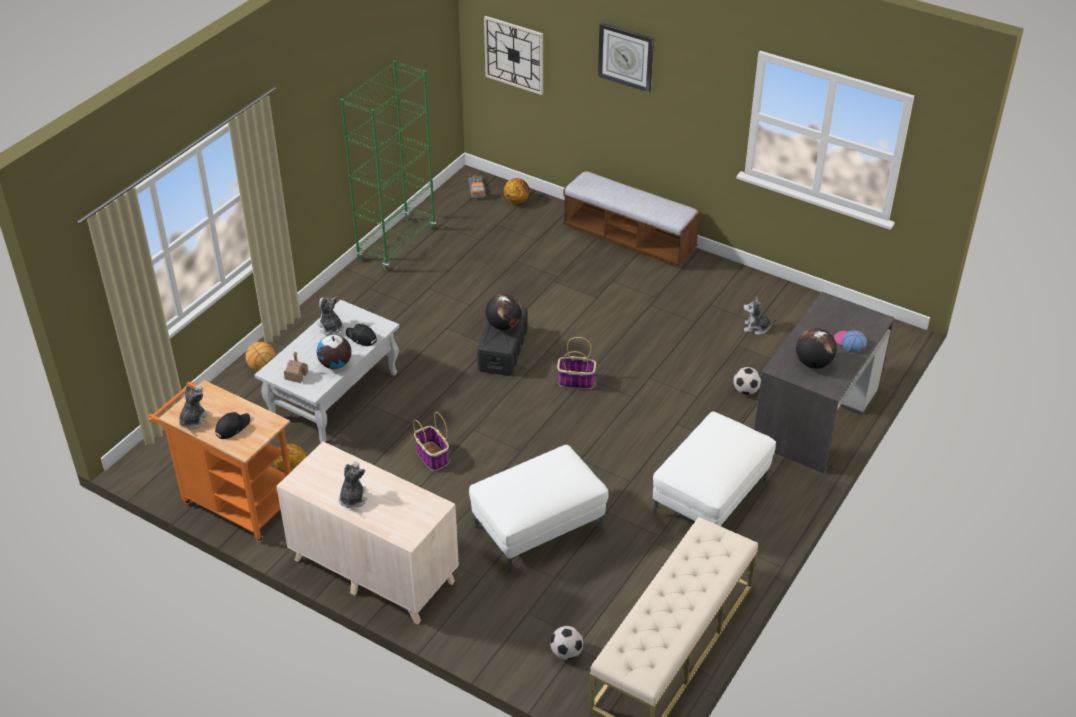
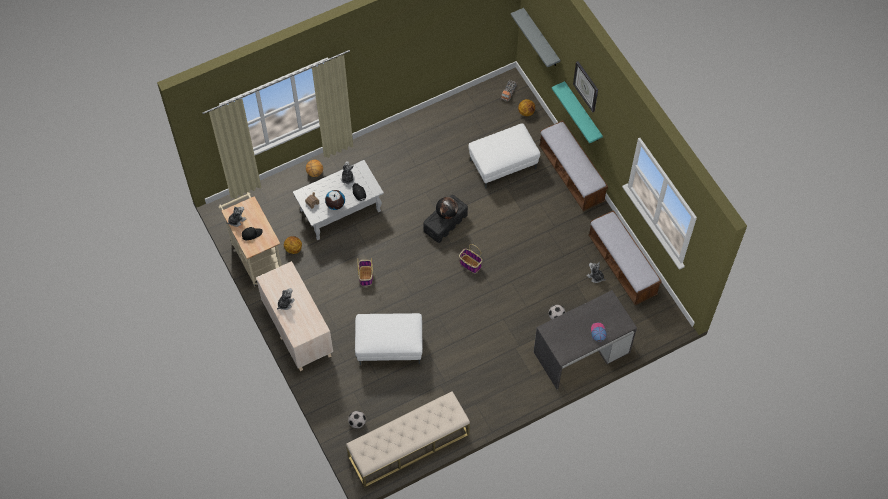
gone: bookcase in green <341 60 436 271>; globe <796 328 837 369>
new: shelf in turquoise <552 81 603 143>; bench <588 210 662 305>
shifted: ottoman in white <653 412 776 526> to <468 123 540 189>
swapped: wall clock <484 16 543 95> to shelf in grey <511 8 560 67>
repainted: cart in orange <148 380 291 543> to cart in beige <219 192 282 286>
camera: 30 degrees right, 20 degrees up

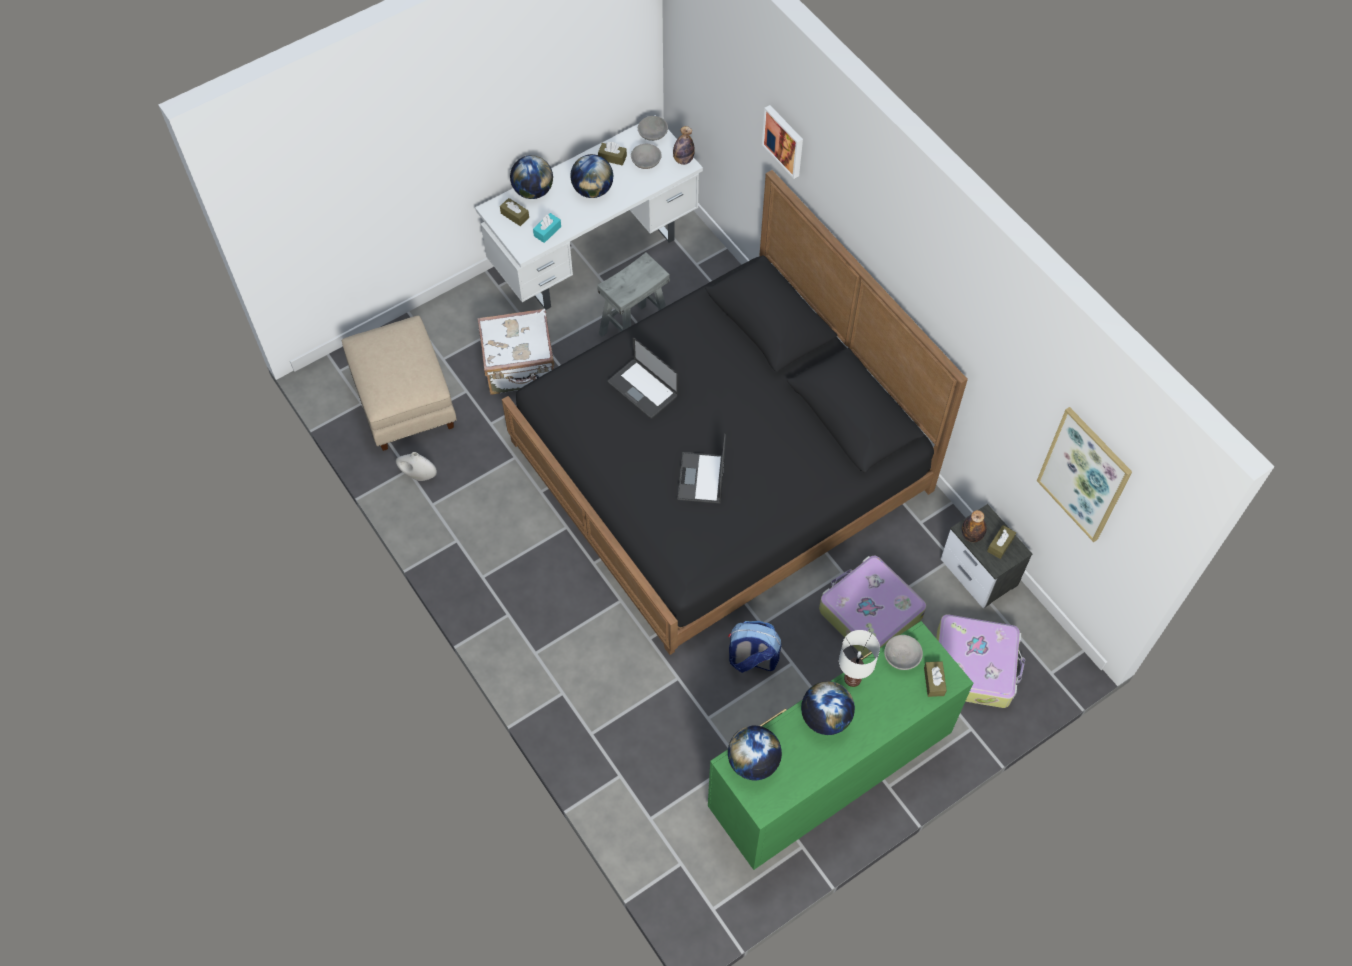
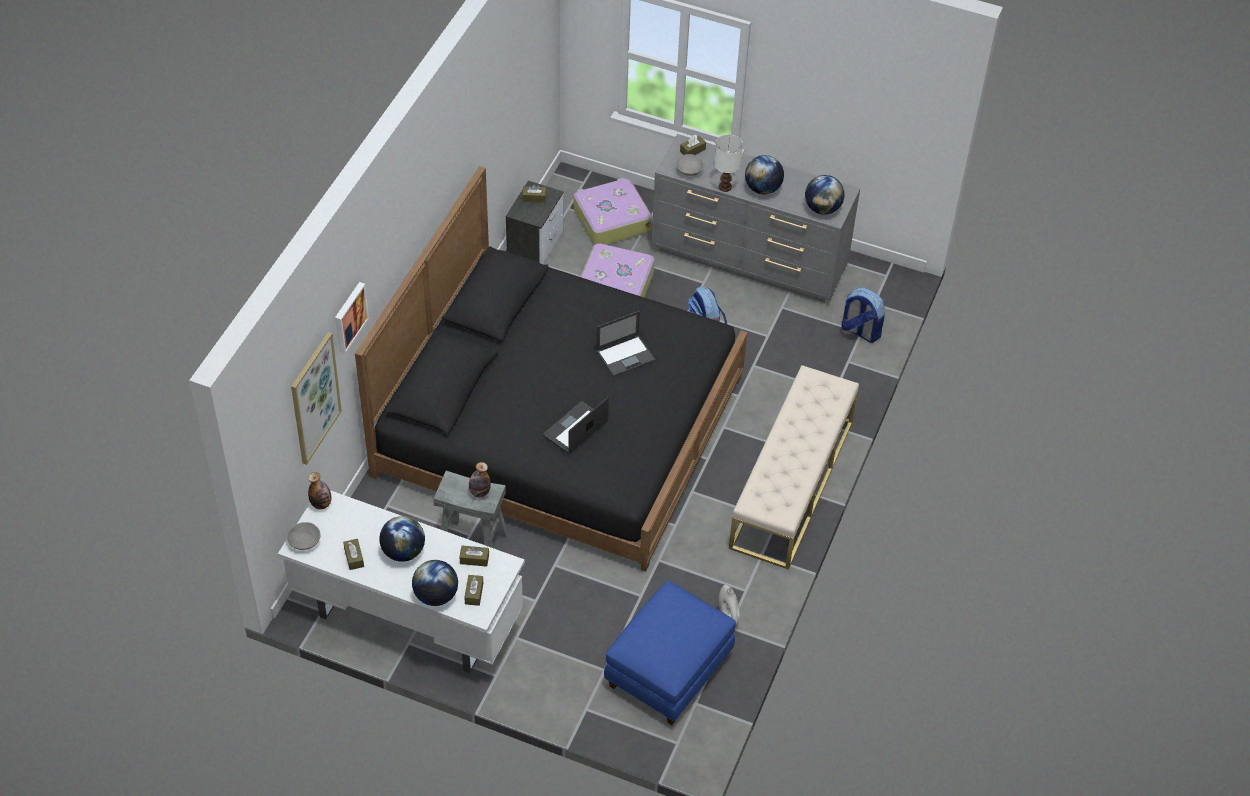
gone: bowl in grey <631 144 662 169>; suitcase in white <477 308 555 395>
new: backpack <841 287 885 343>; bench in beige <729 365 859 570>
shifted: picture <1037 407 1132 542> to <291 332 342 465>; bottle <962 510 987 542> to <469 462 491 498>
repainted: tissue box in turquoise <533 213 561 243> to tissue box in brown <459 546 489 567>; ottoman in beige <342 316 457 451> to ottoman in blue <604 581 736 725>; dresser in green <708 621 973 870> to dresser in grey <651 134 860 302>
rotated: laptop <608 337 679 419> = <543 397 609 454> 150 degrees counterclockwise
camera: 125 degrees left, 10 degrees down

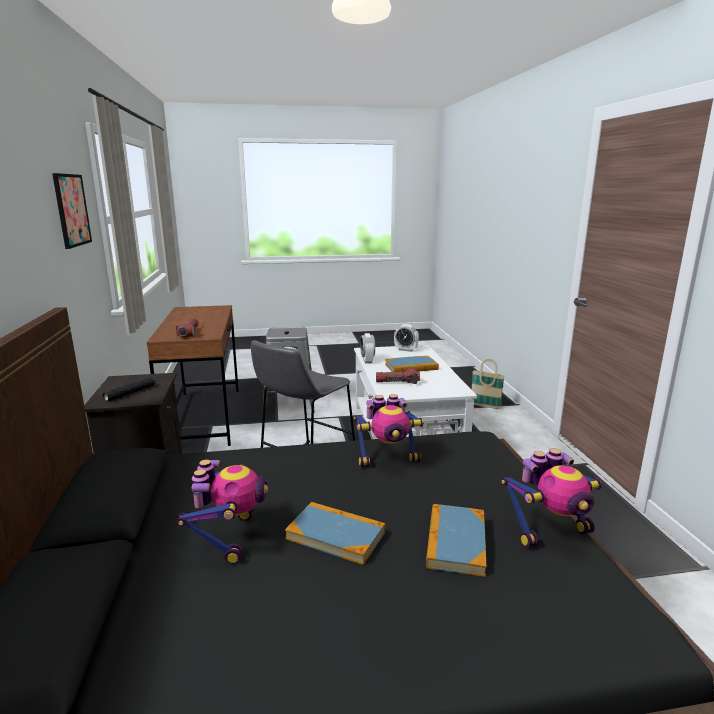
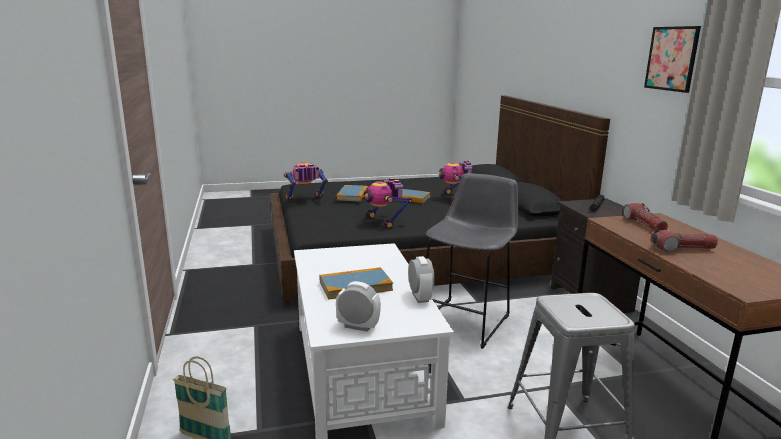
shifted: flashlight <376 368 420 384> to <650 229 718 252>
rotated: toy robot <354 394 424 467> = <364 178 412 229> 105 degrees counterclockwise
camera: 175 degrees right, 0 degrees up

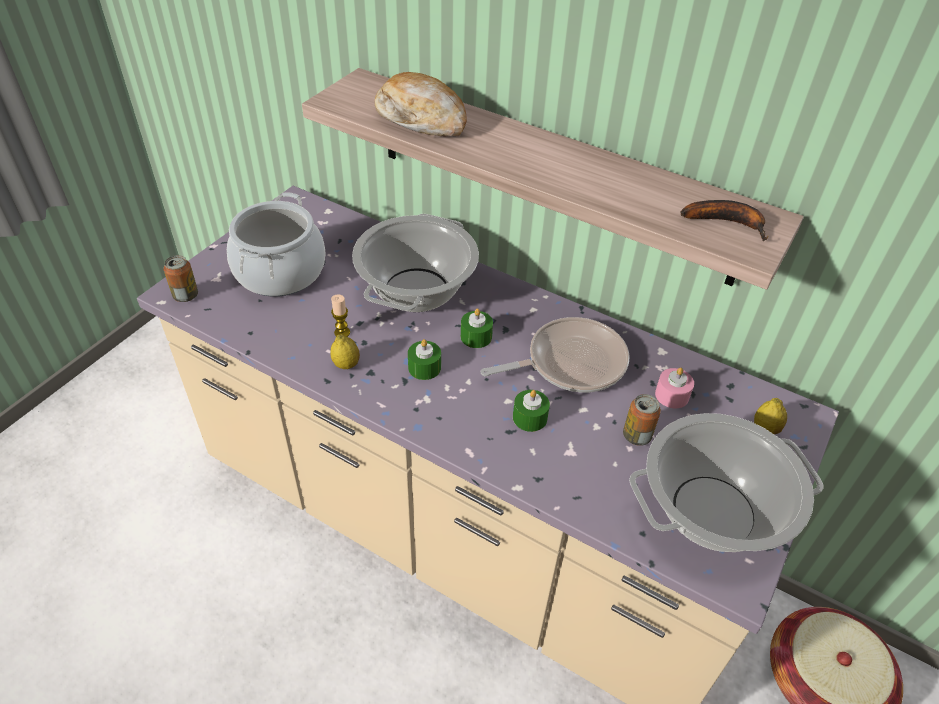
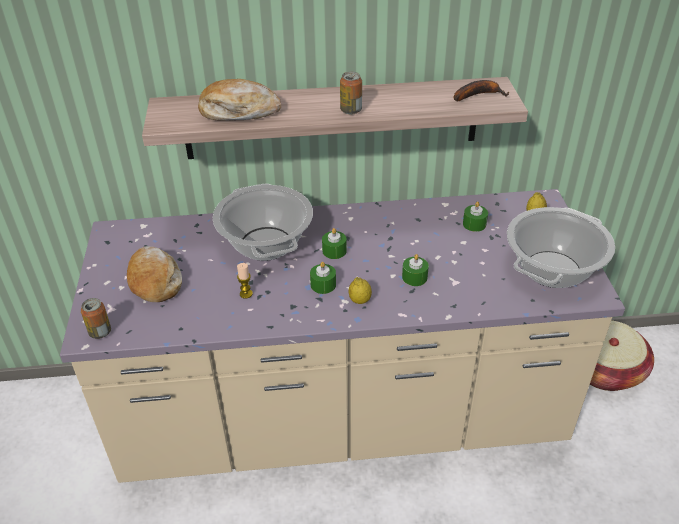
gone: frying pan <481 317 629 392>
shifted: lemon <330 334 360 369> to <348 277 372 304>; can <623 394 661 446> to <340 72 362 114>
swapped: cooking pot <227 192 326 297> to bread <127 246 182 302>
repainted: candle in pink <655 368 694 408> to candle in green <463 202 488 232>
camera: 35 degrees left, 5 degrees down

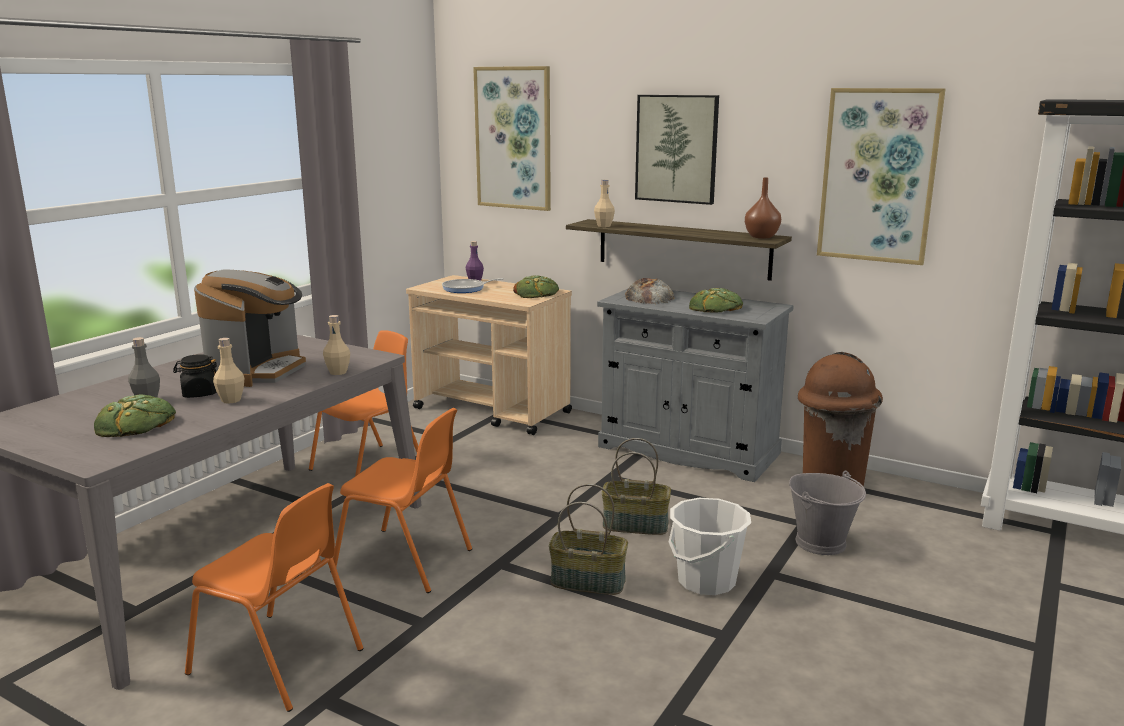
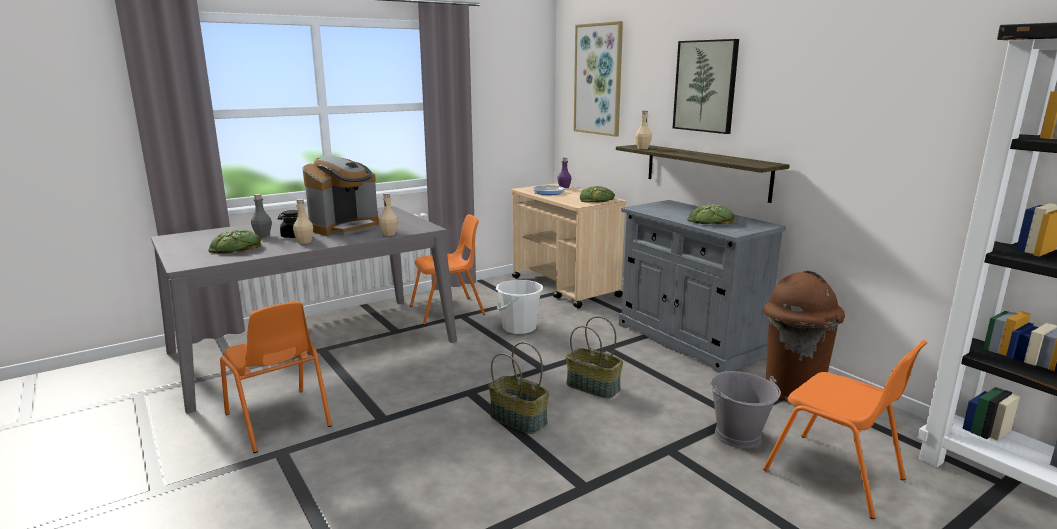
gone: picture <817 88 946 265>; vase in brown <745 177 781 239>; bread <625 278 675 304>
shifted: chair in orange <330 408 472 593> to <763 340 928 519>; bucket in white <669 498 751 595> to <496 280 543 334>
camera: 25 degrees right, 0 degrees up

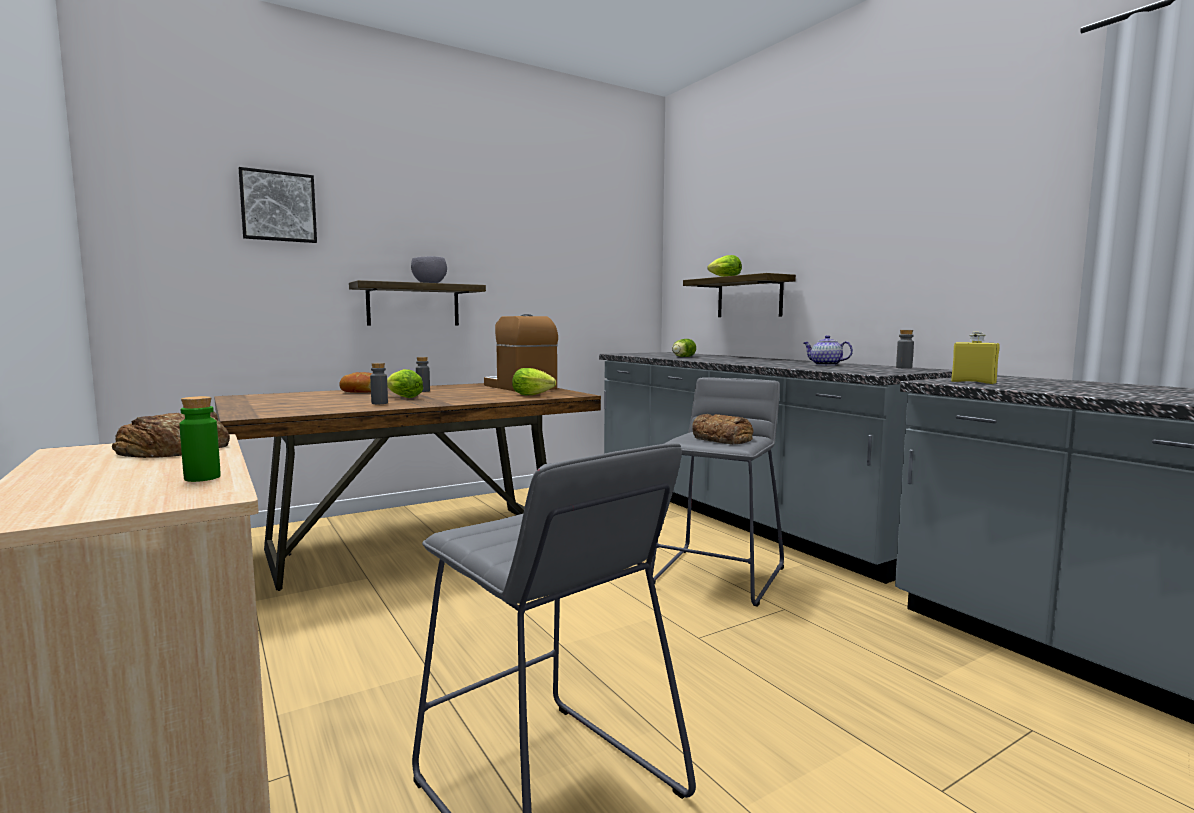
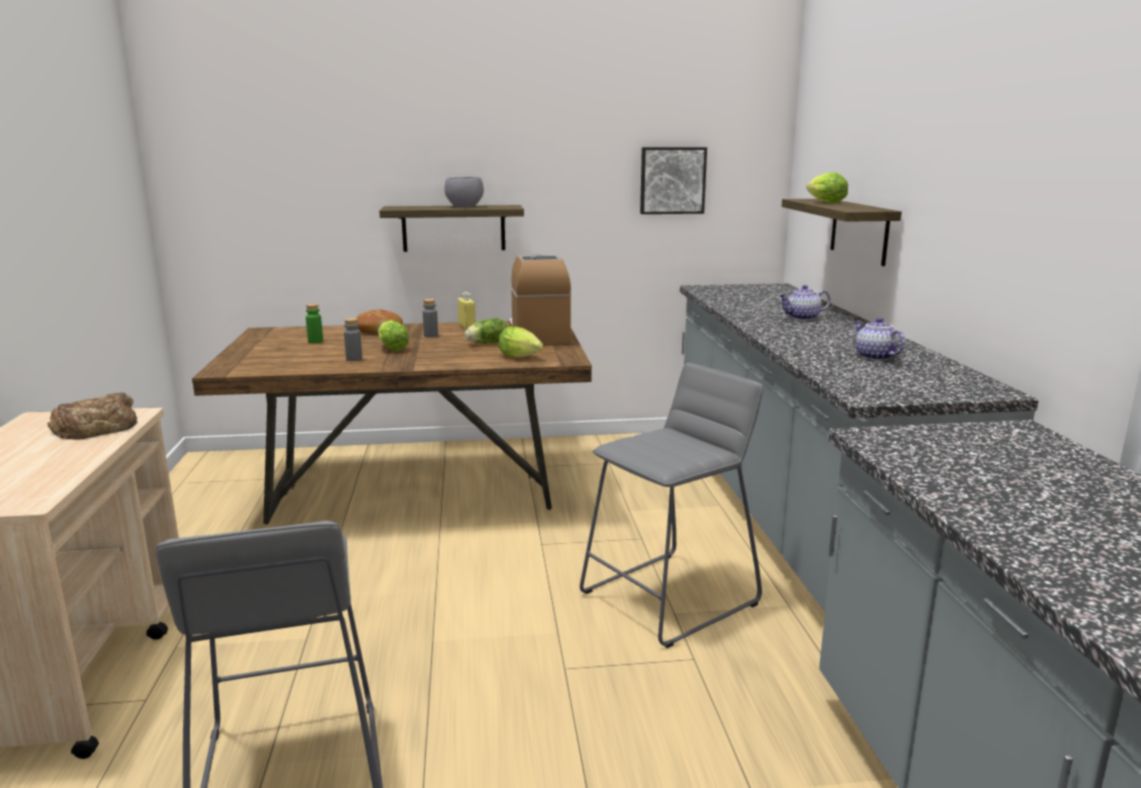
gone: bottle in grey <896 330 914 369>; bread <692 414 753 444>
new: teapot <779 285 830 320>
shifted: picture <239 167 317 243> to <640 147 707 214>; bottle in yellow <951 332 1000 384> to <458 292 476 330>; lettuce <672 339 696 357> to <465 318 507 343>; bottle in green <179 396 221 482> to <306 304 323 343>
camera: 25 degrees right, 10 degrees up

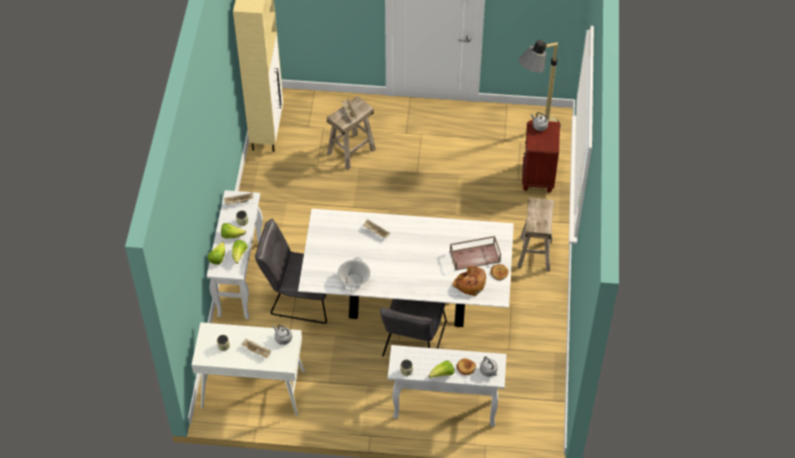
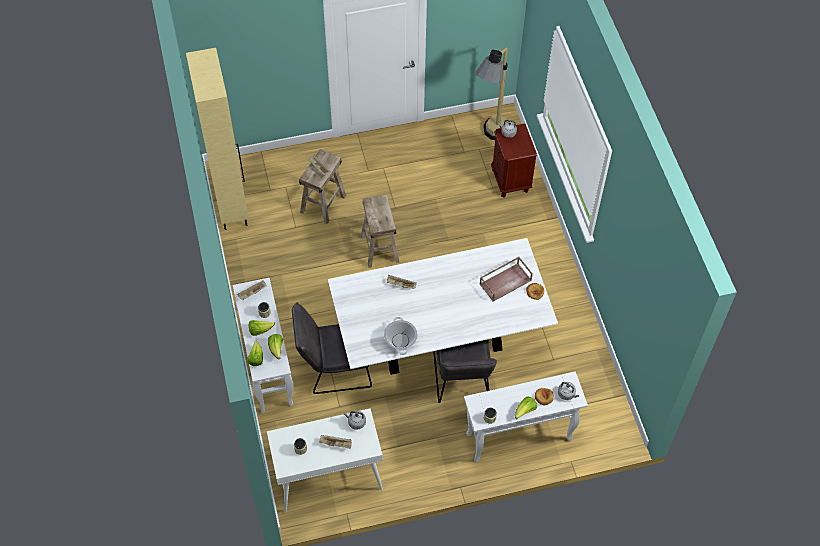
gone: bread <452 266 486 296>
shifted: stool in beige <518 197 554 272> to <361 194 399 268>
camera: 20 degrees left, 5 degrees up

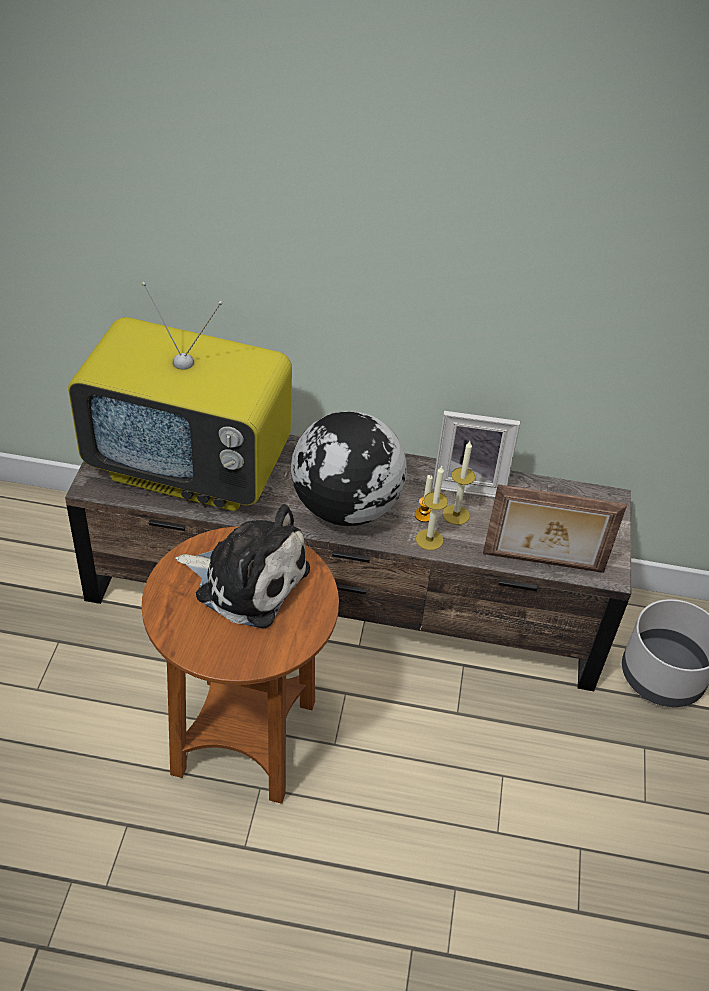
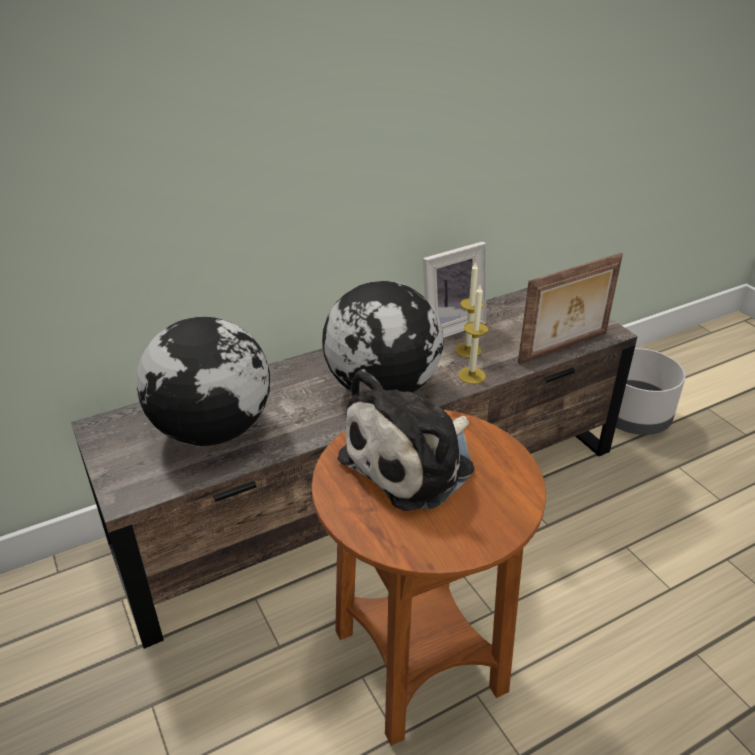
gone: candle <415 475 433 522>
swapped: television <68 282 292 511> to globe <136 317 270 446>
rotated: plush toy <175 504 310 628> = <337 369 474 511> 150 degrees clockwise
camera: 35 degrees left, 10 degrees down

